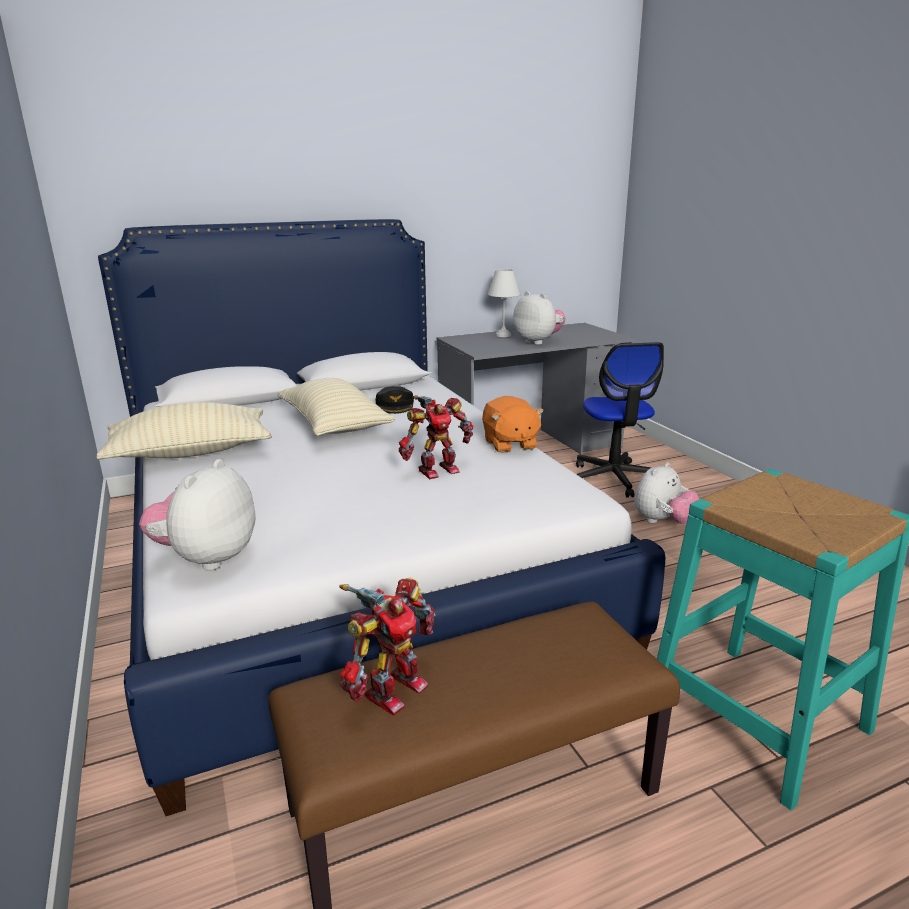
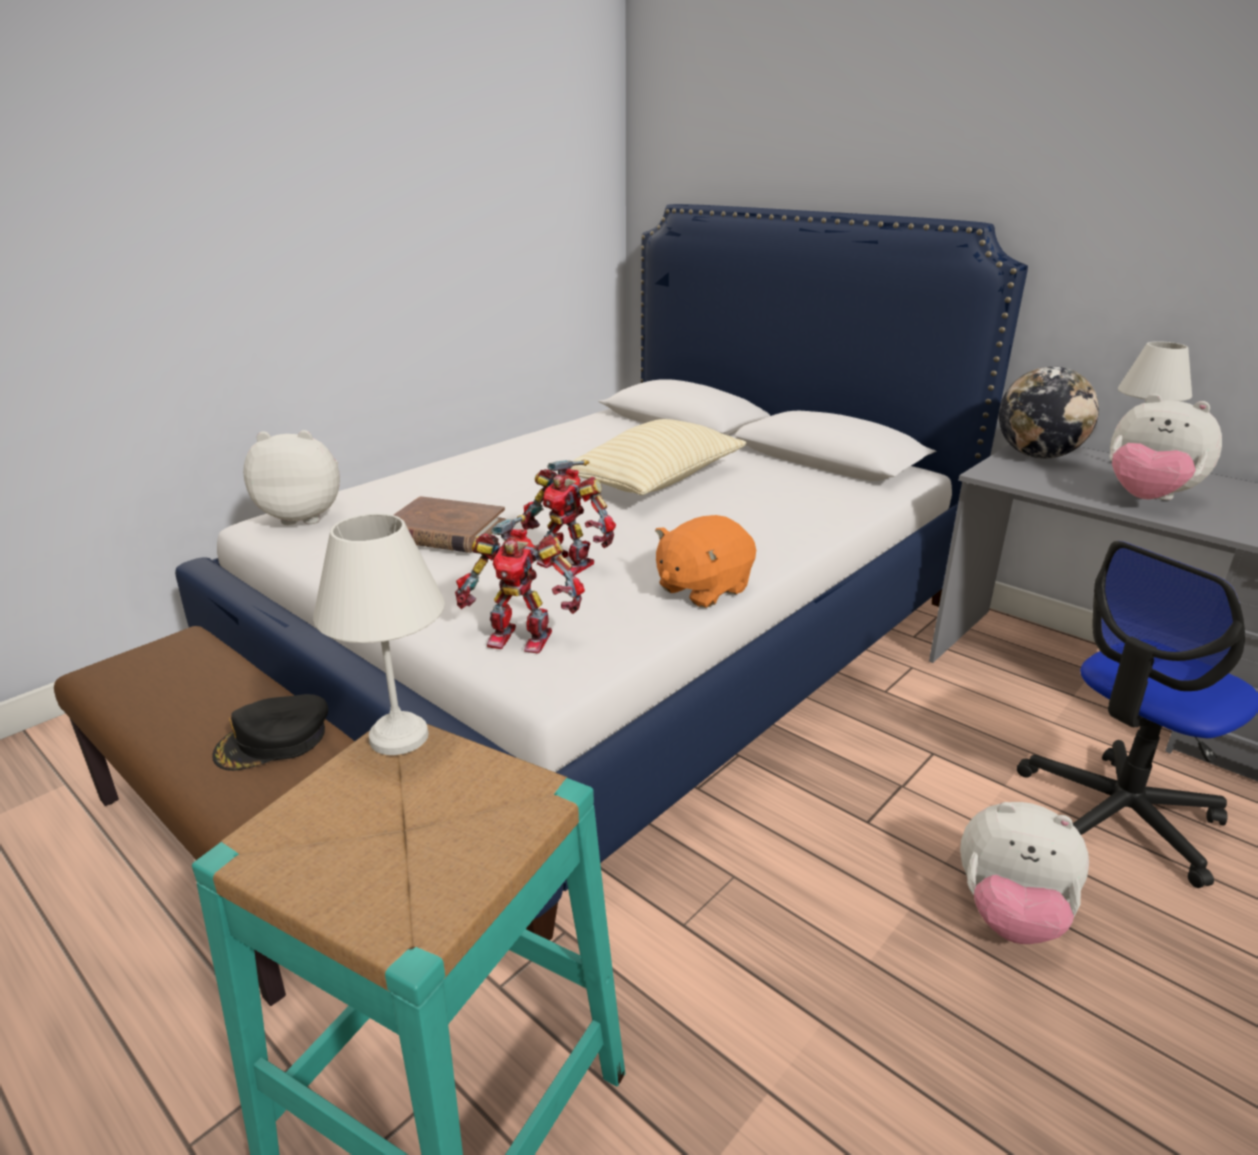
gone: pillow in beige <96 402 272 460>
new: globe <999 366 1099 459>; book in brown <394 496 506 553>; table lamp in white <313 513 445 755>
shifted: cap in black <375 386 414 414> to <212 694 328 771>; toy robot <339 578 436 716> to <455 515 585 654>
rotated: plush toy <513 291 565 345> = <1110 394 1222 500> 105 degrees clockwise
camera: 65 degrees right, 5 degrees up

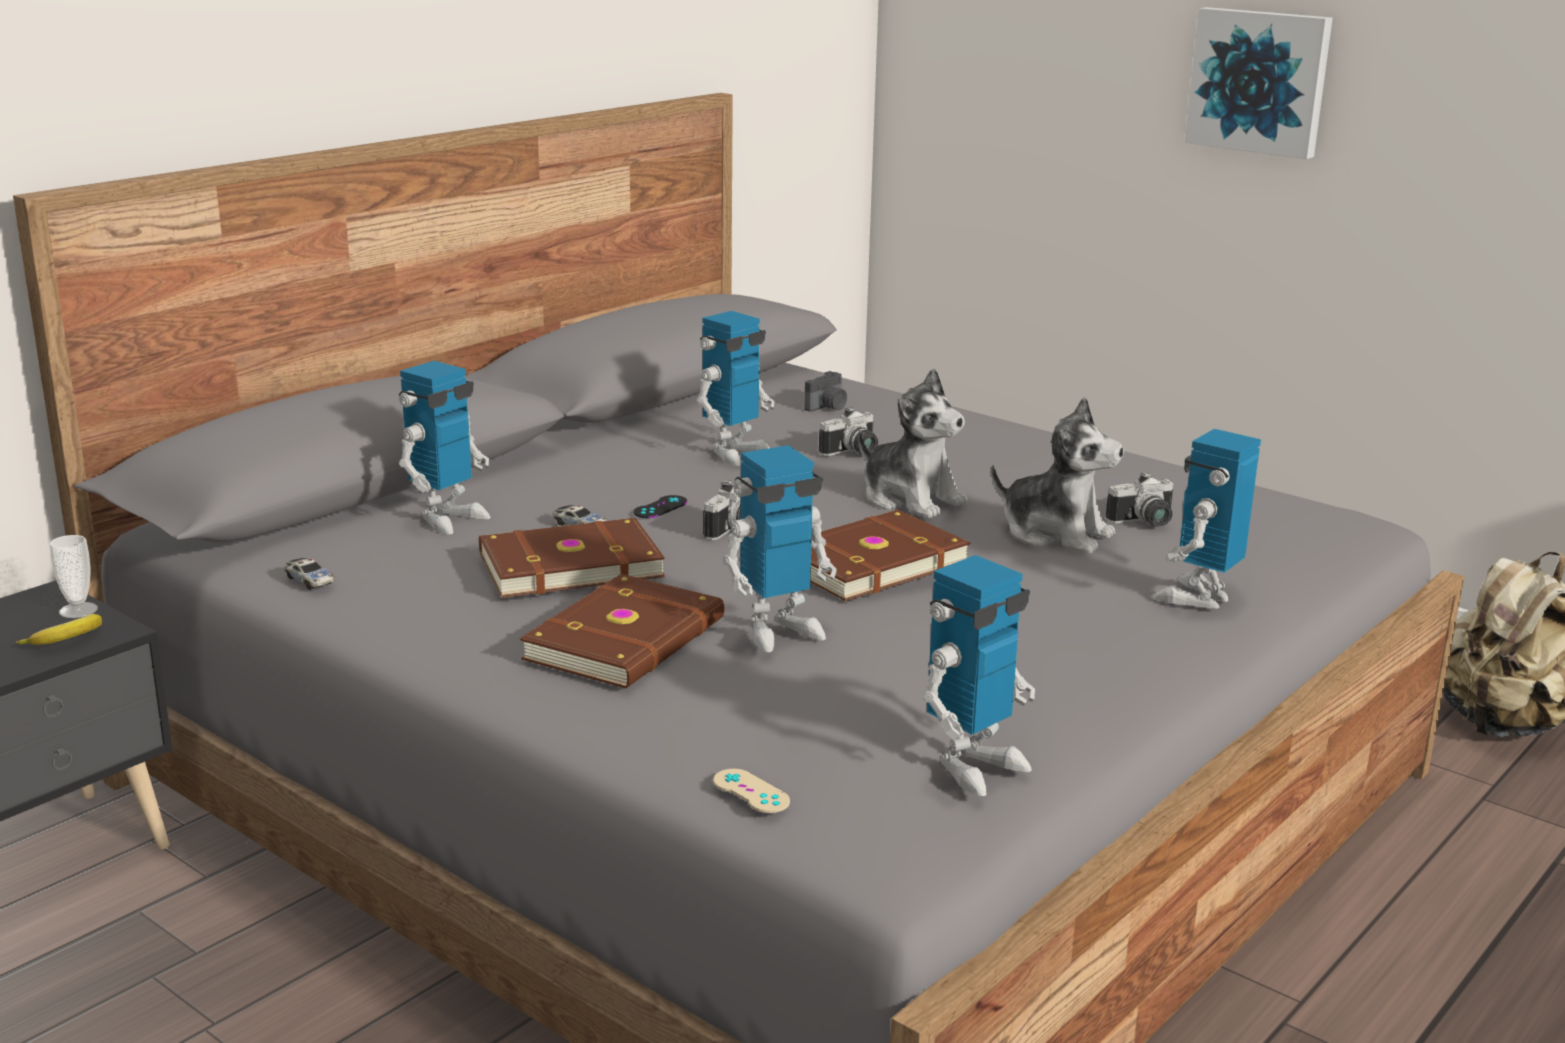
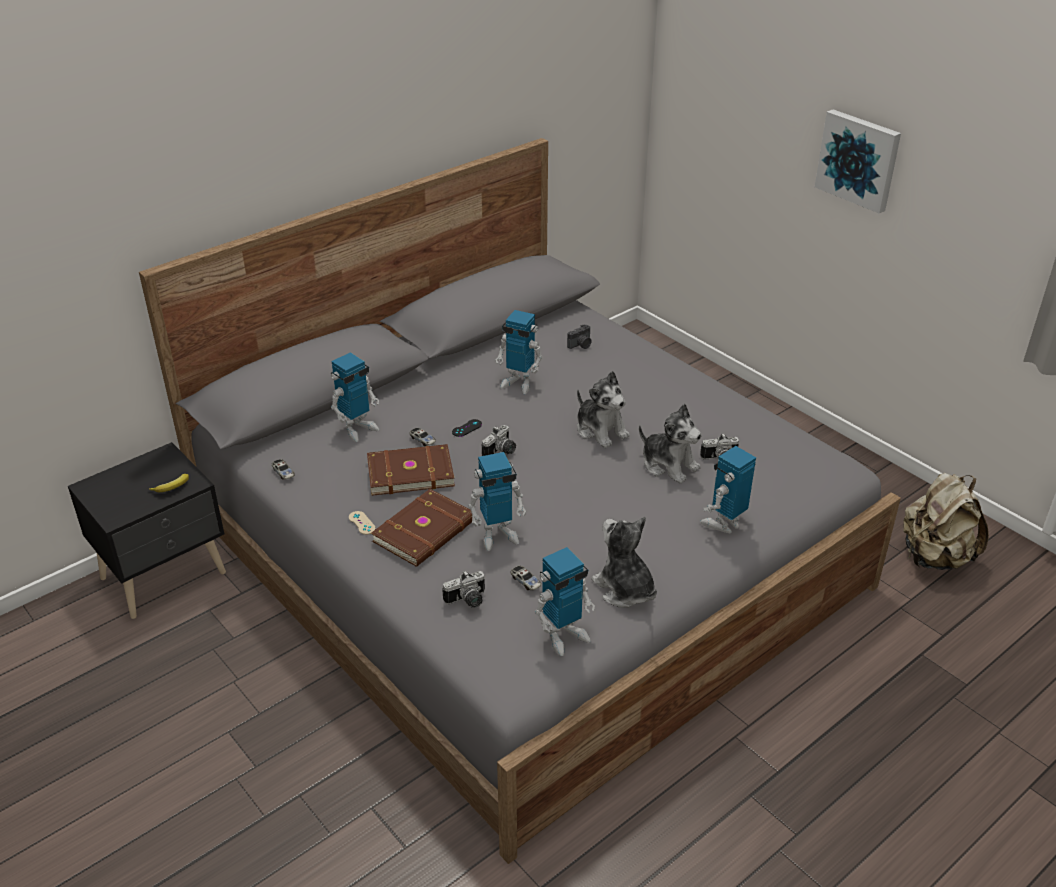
gone: book in brown <810 510 971 601>; cup <50 535 98 618>
new: plush toy <591 517 657 608>; toy car <510 566 541 590>
shifted: photo camera <819 407 878 456> to <442 571 485 608>; game controller in beige <713 769 790 813> to <349 511 376 535>
rotated: toy robot <697 311 774 466> = <495 310 543 394> 60 degrees clockwise
camera: 10 degrees right, 15 degrees up

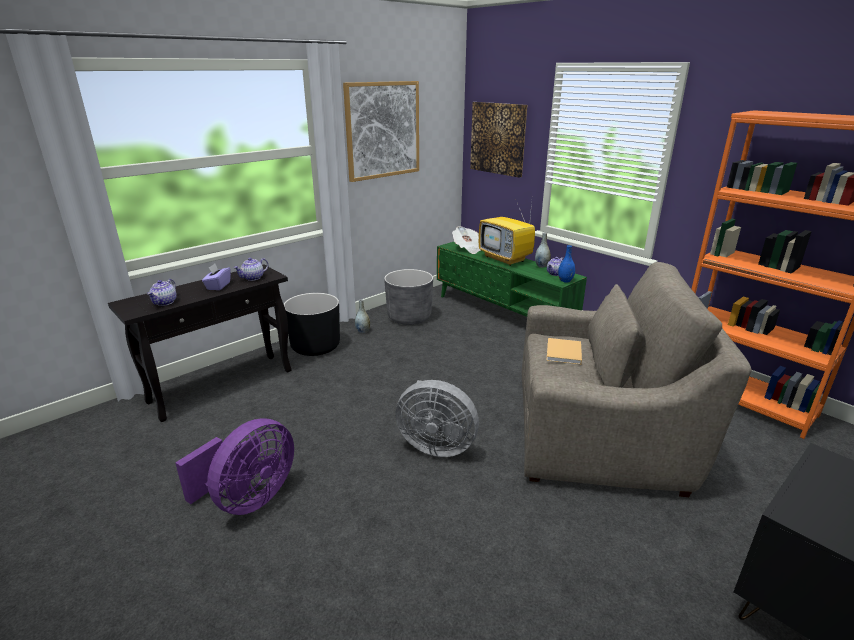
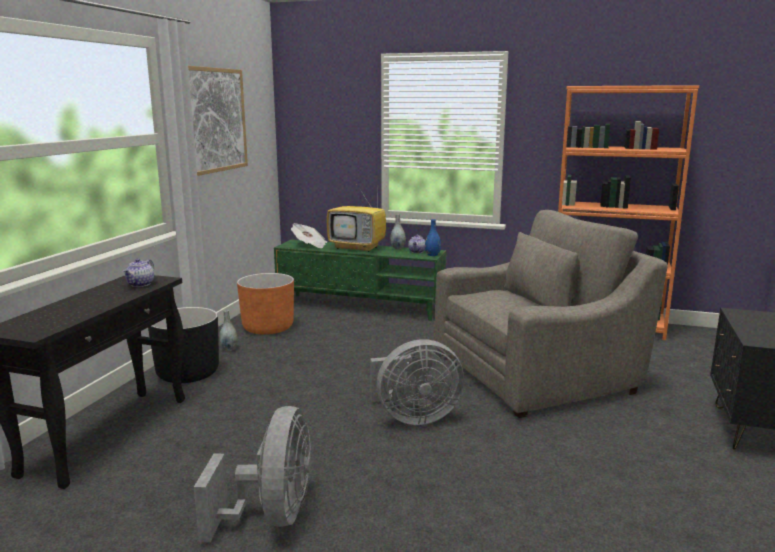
gone: picture <470 102 527 178>; tissue box in purple <202 264 231 290>; teapot <147 279 177 306>; book in beige <546 338 582 365>
repainted: planter in grey <384 269 433 325> to planter in orange <237 273 294 335>; fan in purple <175 418 294 515> to fan in grey <194 406 311 542>
camera: 30 degrees left, 10 degrees down

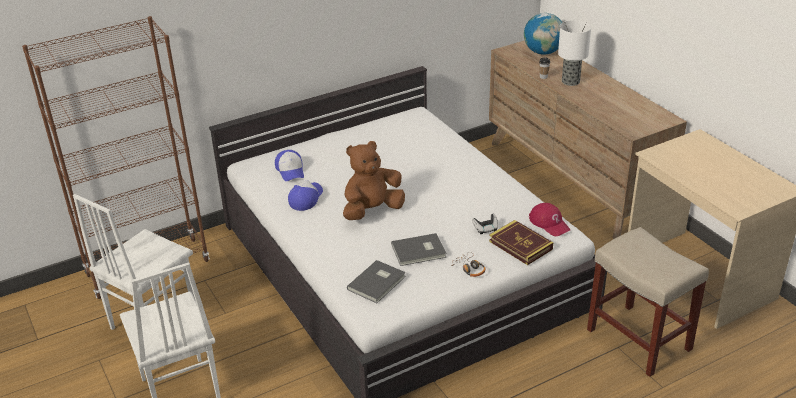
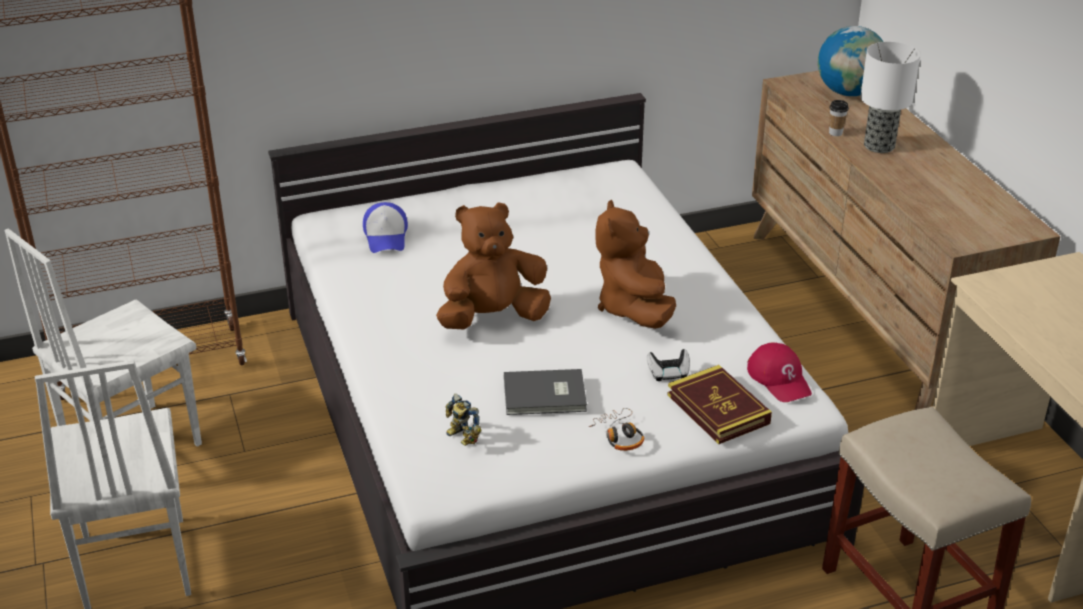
gone: cap <288 180 323 211>
new: plush toy in brown <596 200 676 329>
swapped: book in grey <347 260 406 303> to toy robot <446 394 482 446>
camera: 10 degrees right, 0 degrees up

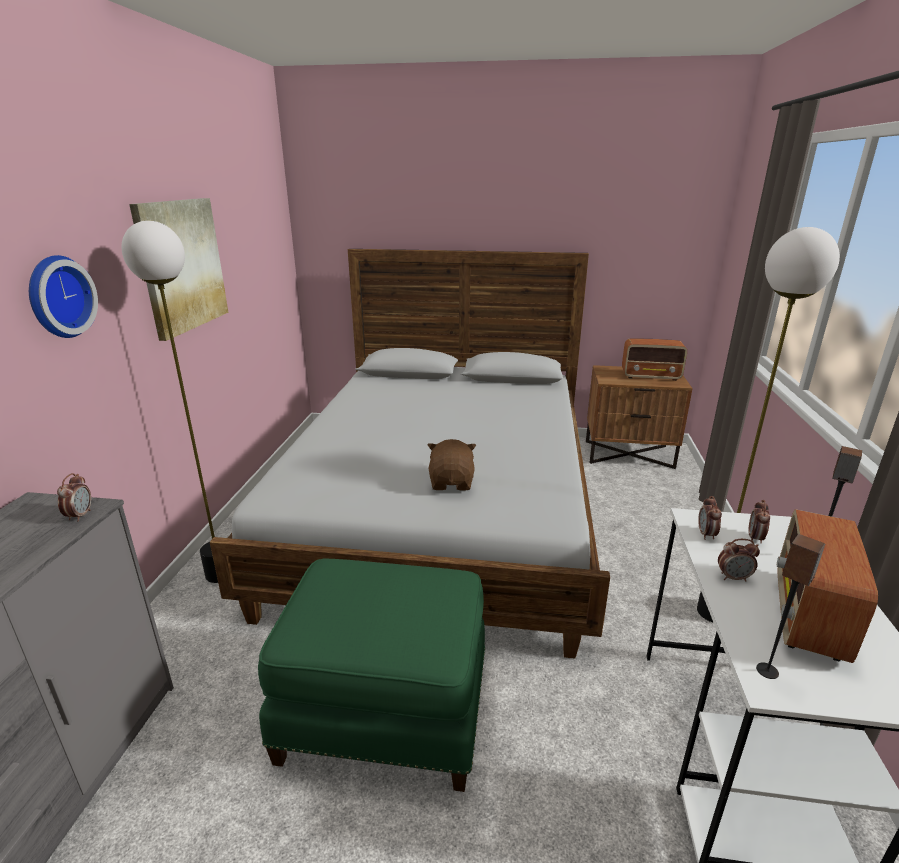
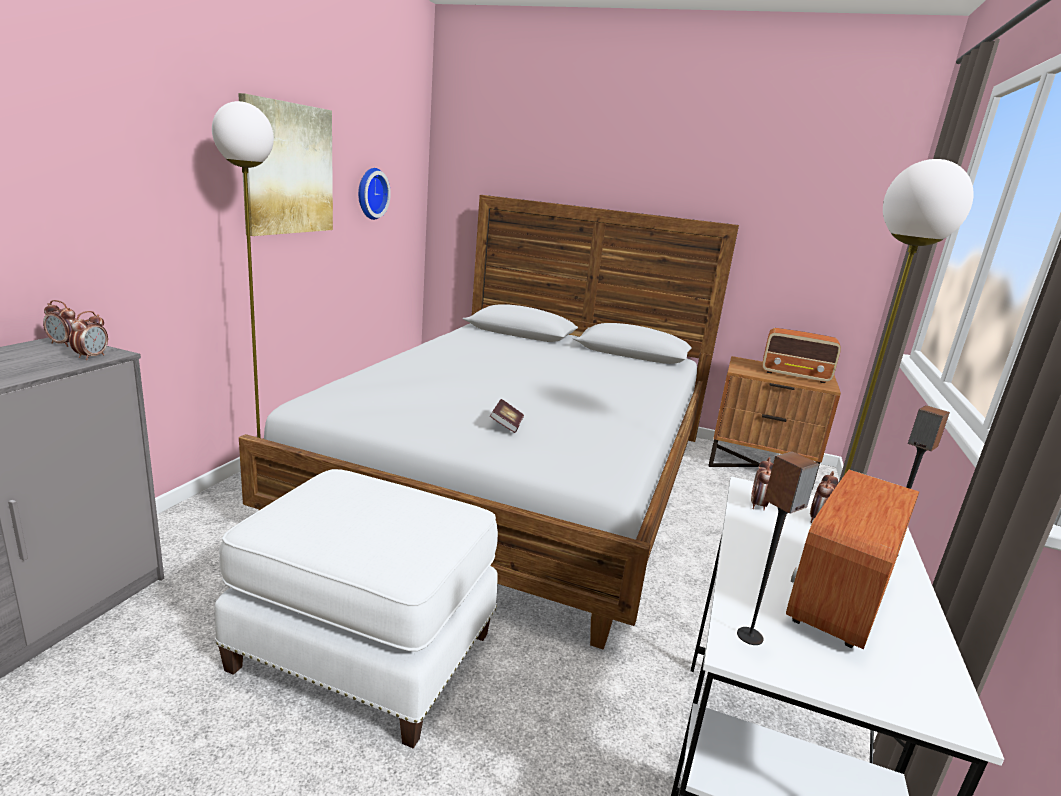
shifted: wall clock <29 255 98 338> to <358 168 391 220>; alarm clock <718 539 760 581> to <43 300 76 347>
swapped: plush toy in brown <428 439 476 491> to book <490 399 524 433>
repainted: ottoman in green <258 559 485 792> to ottoman in white <215 469 498 749>
camera: 10 degrees right, 5 degrees down

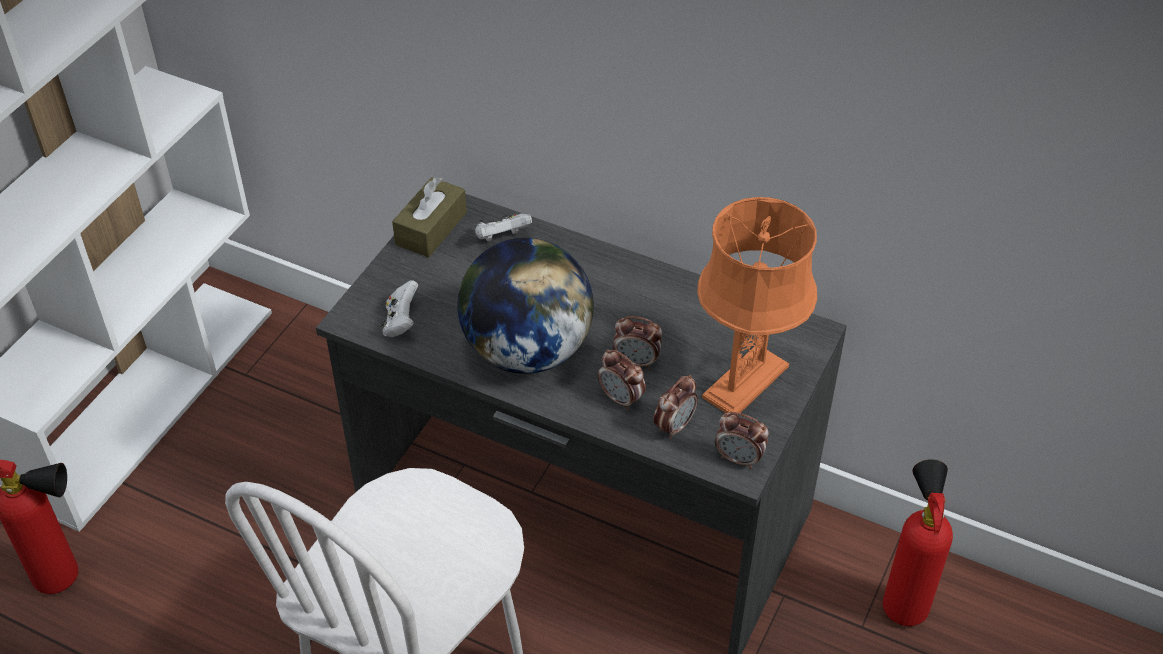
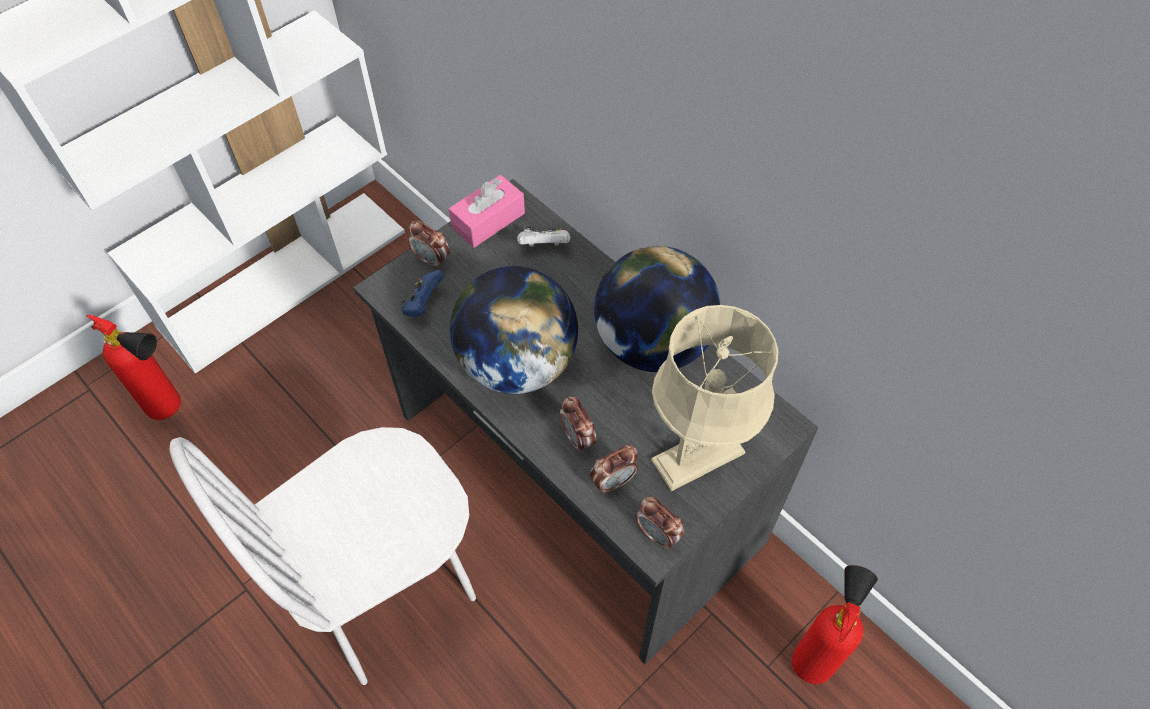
new: globe <594 246 721 372>
shifted: alarm clock <613 316 662 369> to <408 221 450 269>
repainted: tissue box in brown <392 177 467 258> to tissue box in pink <449 175 525 248>; table lamp in orange <697 197 817 416> to table lamp in beige <651 305 779 491>; game controller in white <381 280 418 337> to game controller in blue <400 270 445 317>
camera: 20 degrees right, 10 degrees up

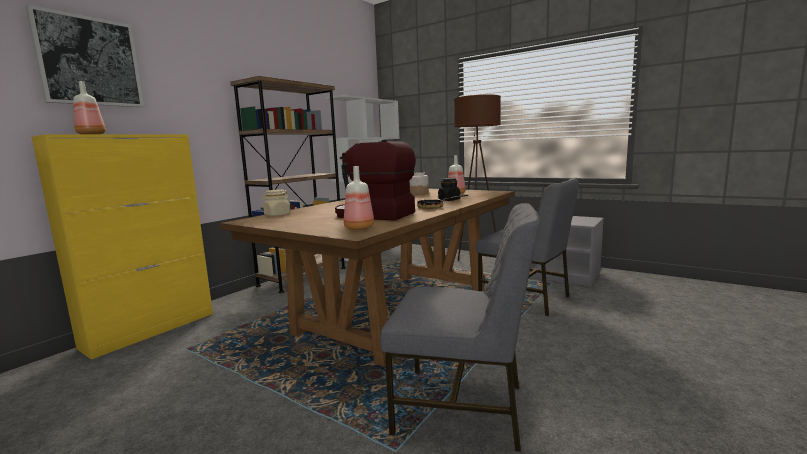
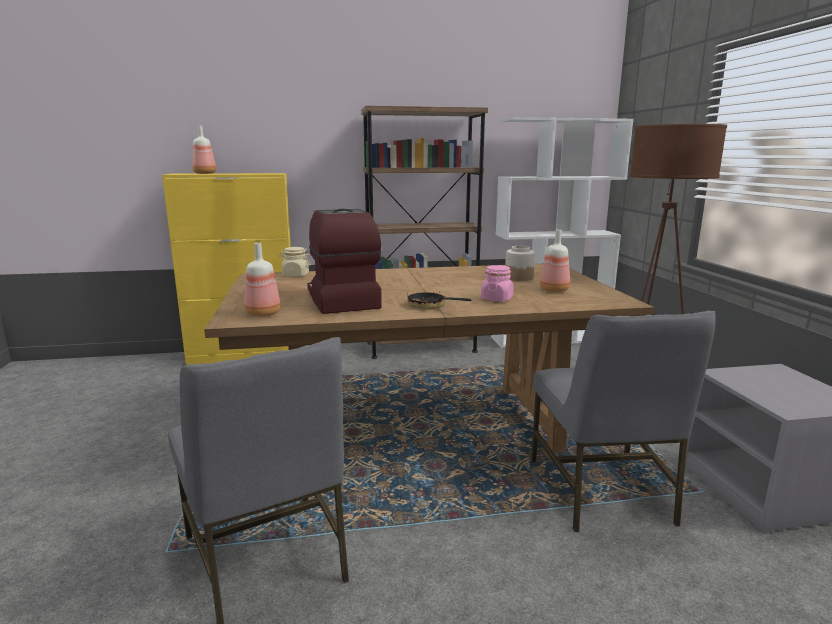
gone: picture <25 4 144 107>
repainted: jar in black <438 178 460 201> to jar in pink <481 265 514 302>
camera: 45 degrees right, 5 degrees up

